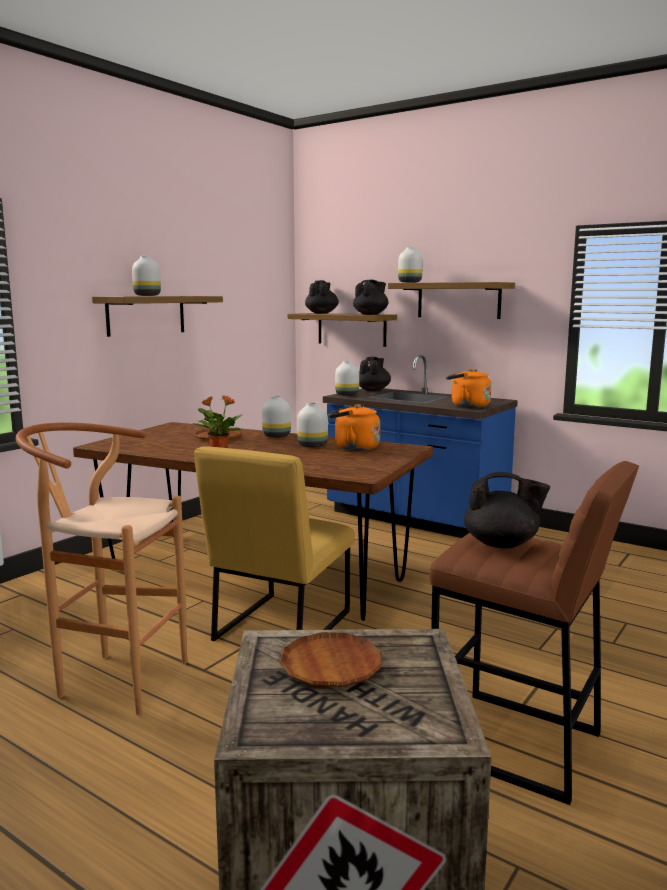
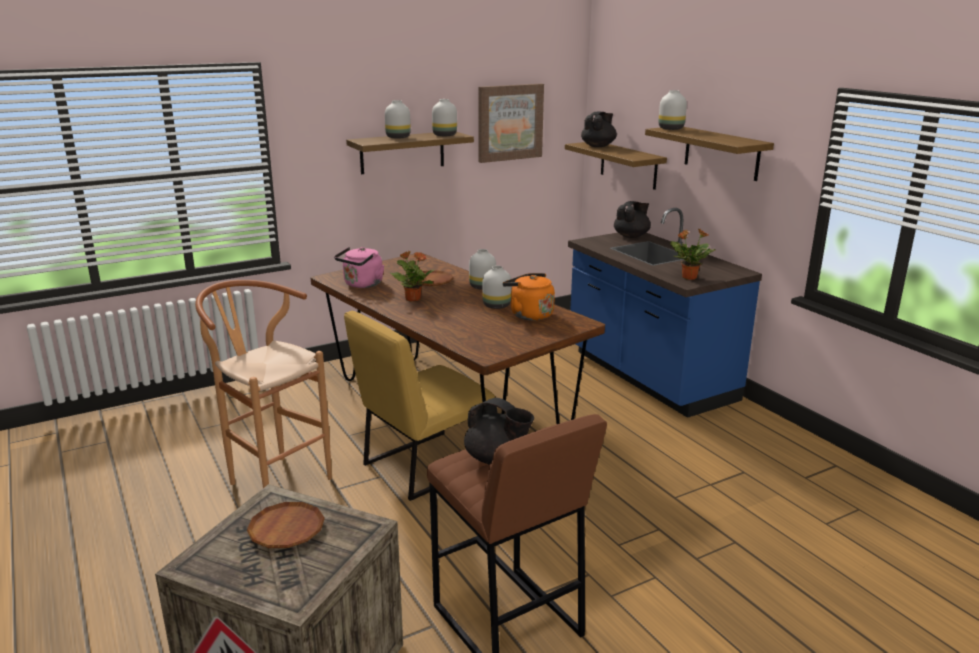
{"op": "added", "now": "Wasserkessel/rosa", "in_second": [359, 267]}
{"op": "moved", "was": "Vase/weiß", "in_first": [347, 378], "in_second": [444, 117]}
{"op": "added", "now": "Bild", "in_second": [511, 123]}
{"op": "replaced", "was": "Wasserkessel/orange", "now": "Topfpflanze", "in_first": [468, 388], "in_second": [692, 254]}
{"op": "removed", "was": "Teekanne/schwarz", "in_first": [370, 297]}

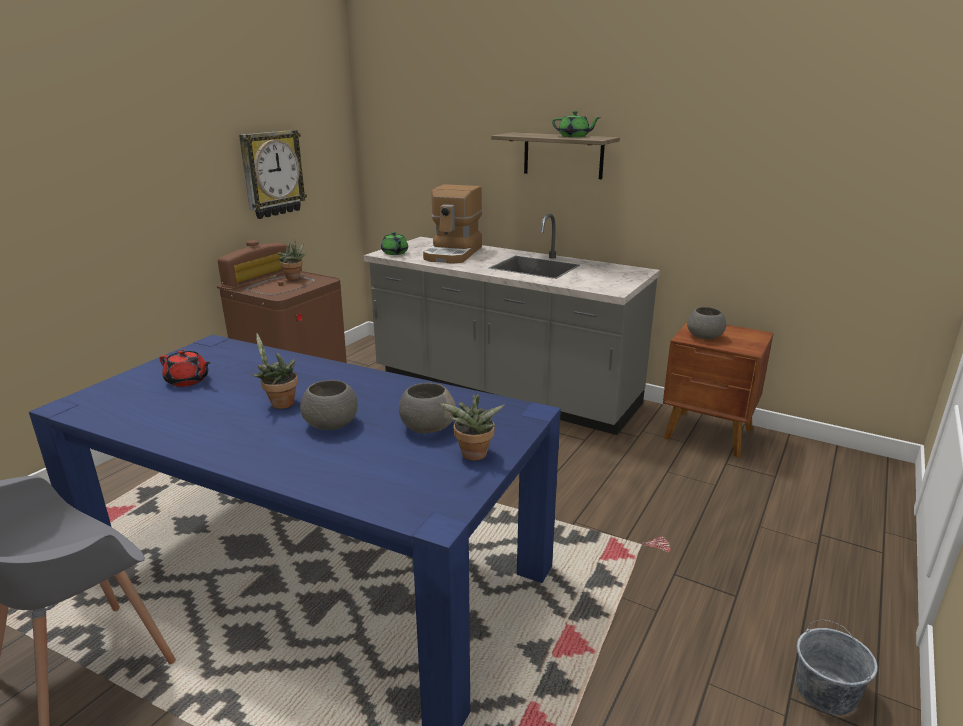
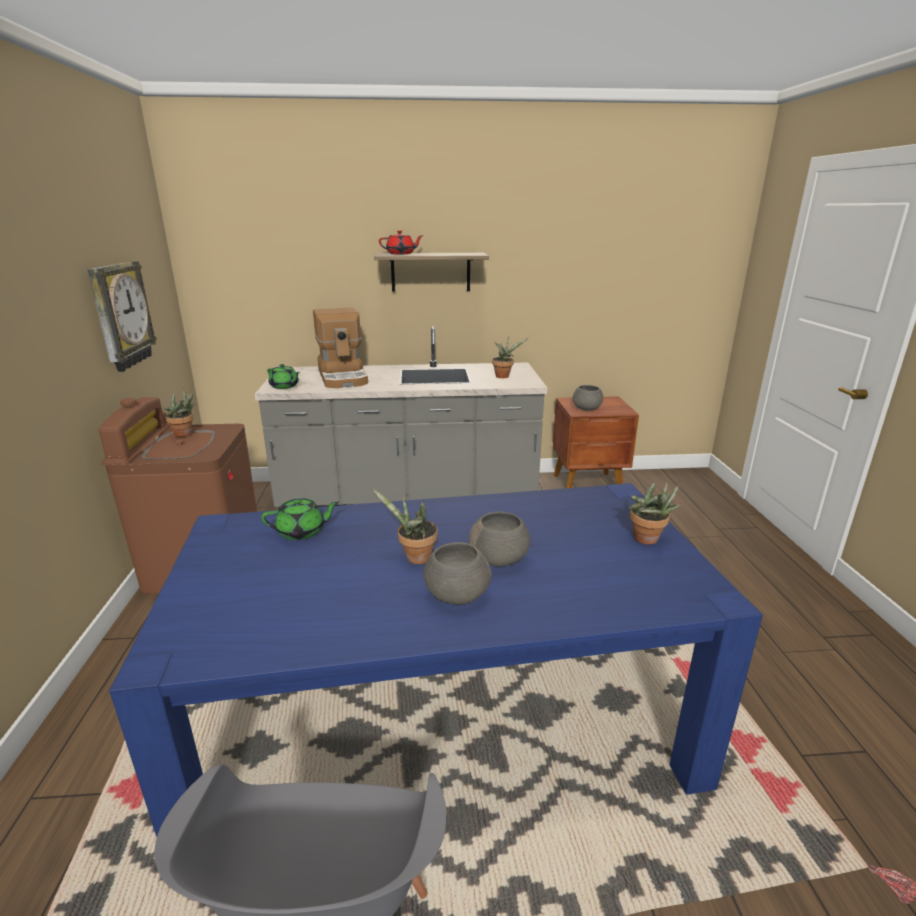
{"op": "moved", "was": "Teekanne/grün", "in_first": [576, 124], "in_second": [300, 519]}
{"op": "moved", "was": "Teekanne/rot", "in_first": [185, 368], "in_second": [401, 242]}
{"op": "moved", "was": "Schüssel/grau", "in_first": [427, 408], "in_second": [457, 573]}
{"op": "added", "now": "Topfpflanze", "in_second": [510, 357]}
{"op": "removed", "was": "Eimer/grau", "in_first": [837, 667]}

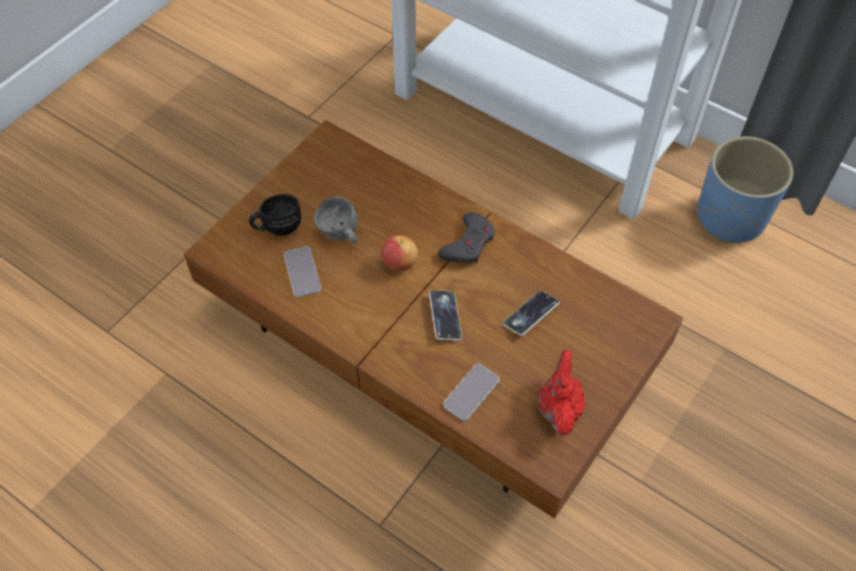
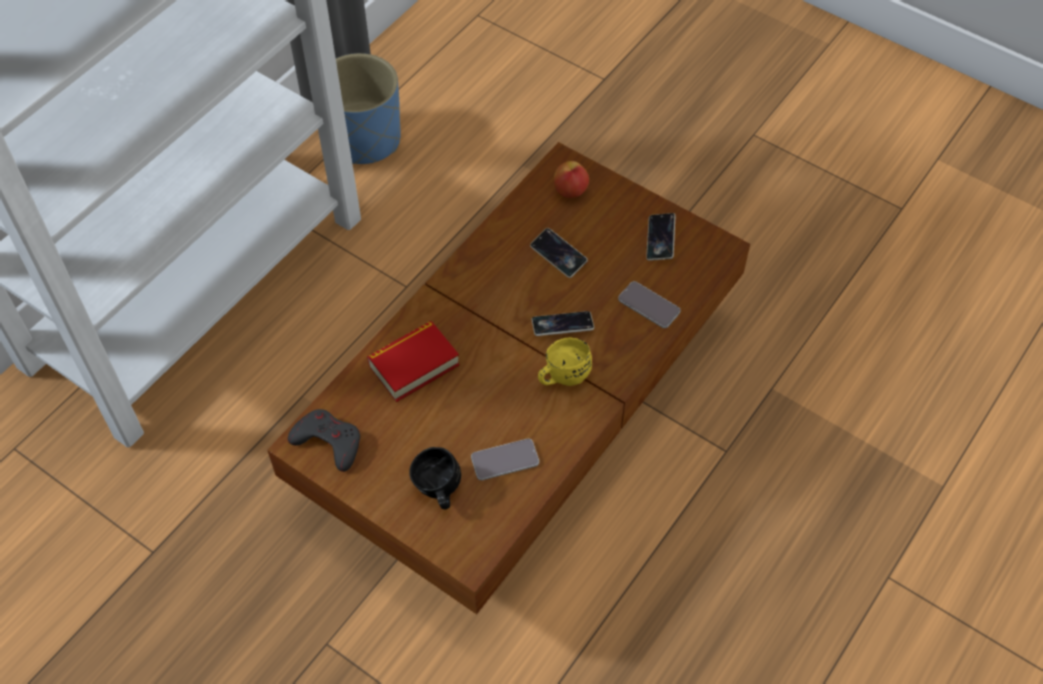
{"op": "moved", "was": "Gamepad/grau", "in_first": [466, 237], "in_second": [324, 440]}
{"op": "added", "now": "Buch", "in_second": [413, 361]}
{"op": "added", "now": "Henkelbecher/gelb", "in_second": [565, 361]}
{"op": "moved", "was": "Apfel", "in_first": [399, 253], "in_second": [571, 179]}
{"op": "replaced", "was": "Teekanne/rot", "now": "Handy", "in_first": [561, 392], "in_second": [660, 237]}
{"op": "removed", "was": "Henkelbecher/grau", "in_first": [336, 220]}

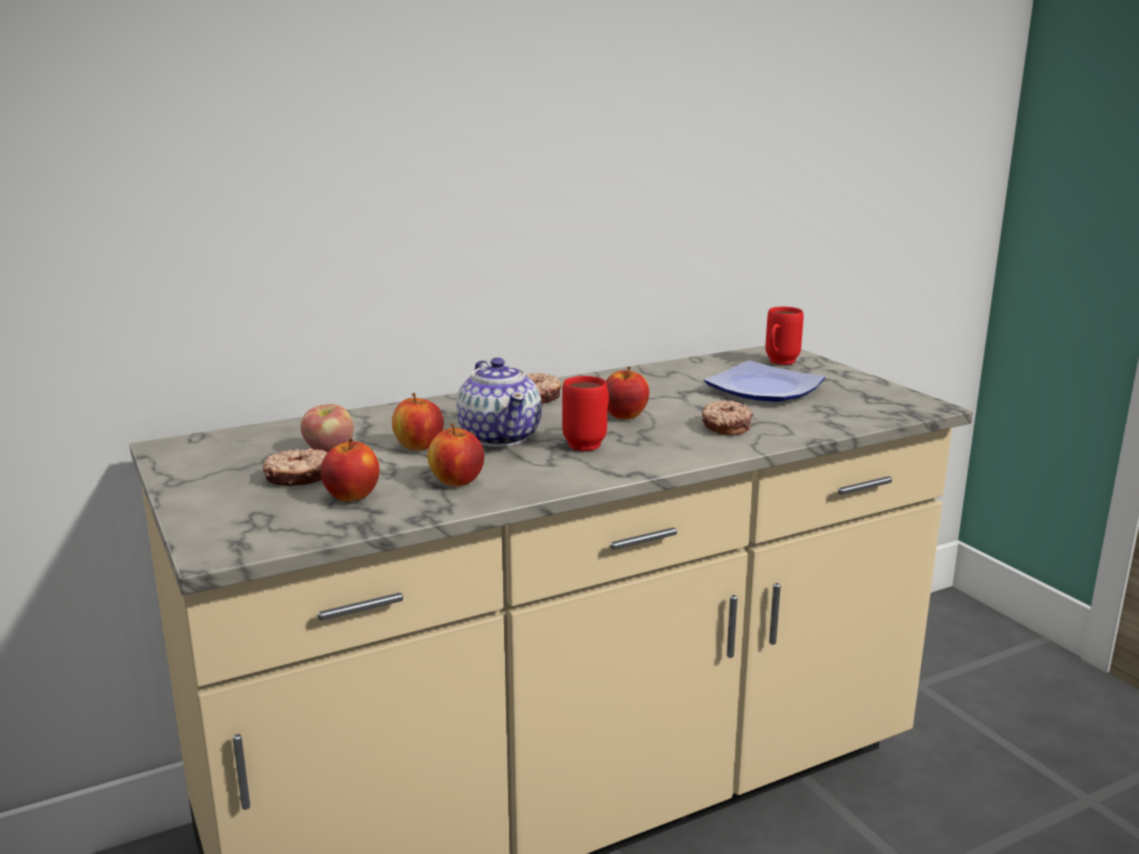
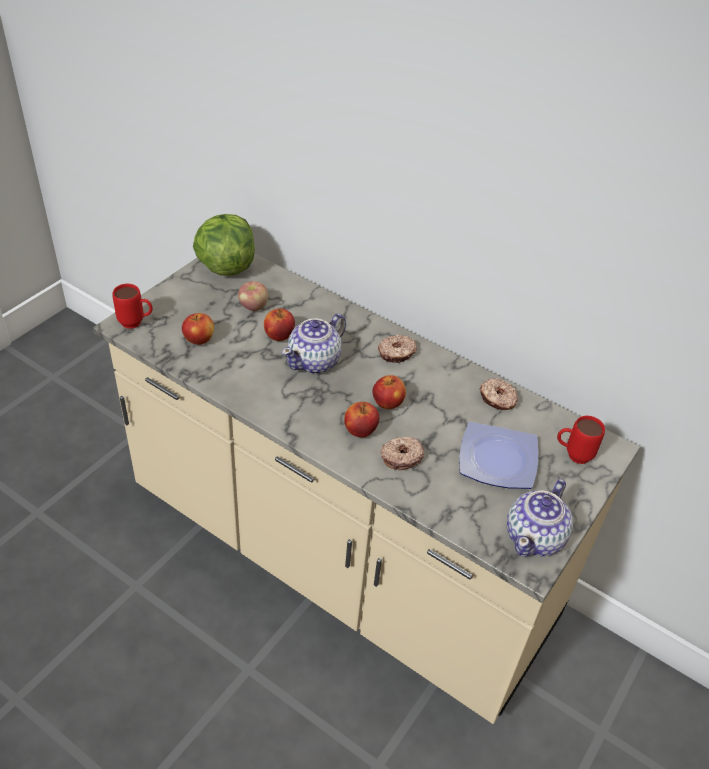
{"op": "moved", "was": "Henkelbecher/rot", "in_first": [585, 413], "in_second": [132, 306]}
{"op": "added", "now": "Salatkopf", "in_second": [224, 245]}
{"op": "moved", "was": "Apfel", "in_first": [456, 454], "in_second": [361, 419]}
{"op": "moved", "was": "Donut", "in_first": [295, 467], "in_second": [499, 394]}
{"op": "added", "now": "Teekanne", "in_second": [540, 518]}

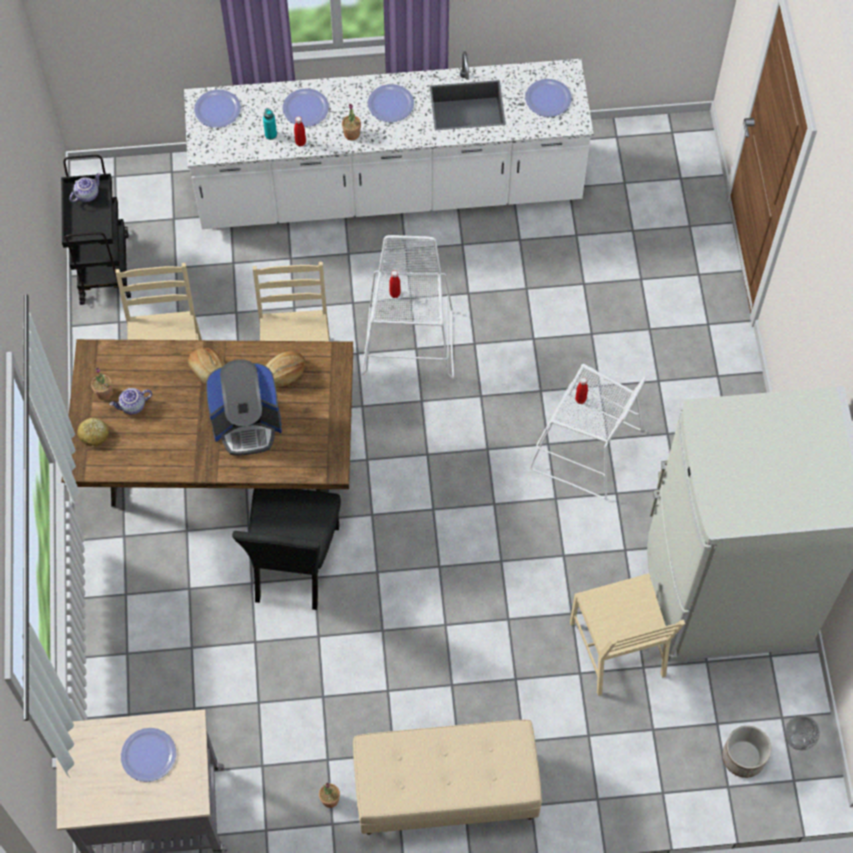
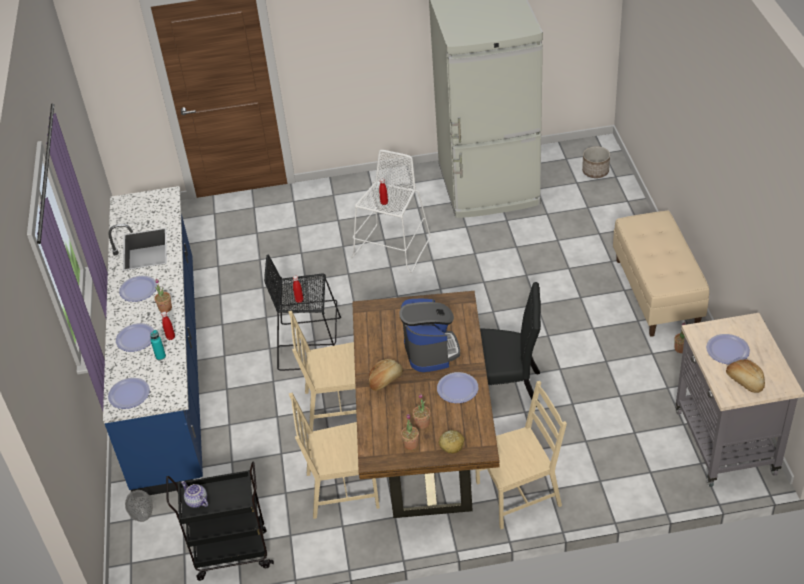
{"op": "recoloured", "was": "Küchenzeile/weiß", "now": "Küchenzeile/blau", "in_first": [388, 140], "in_second": [153, 340]}
{"op": "moved", "was": "Vase", "in_first": [802, 733], "in_second": [139, 506]}
{"op": "recoloured", "was": "Hocker/weiß", "now": "Hocker/schwarz", "in_first": [407, 307], "in_second": [302, 313]}
{"op": "replaced", "was": "Teekanne", "now": "Topfpflanze", "in_first": [130, 401], "in_second": [421, 411]}
{"op": "moved", "was": "Teller", "in_first": [548, 98], "in_second": [457, 387]}
{"op": "moved", "was": "Stuhl/beige", "in_first": [627, 634], "in_second": [521, 455]}
{"op": "moved", "was": "Brot", "in_first": [285, 369], "in_second": [745, 376]}

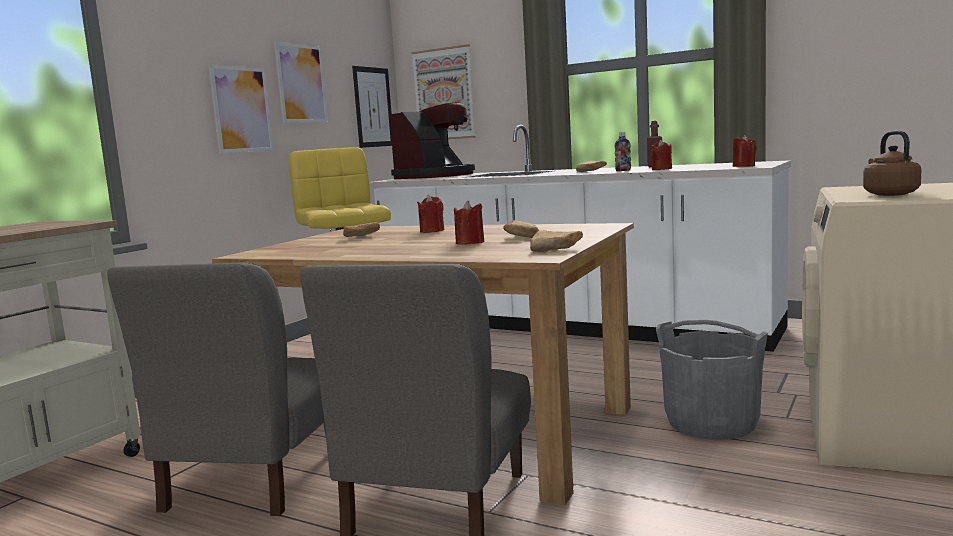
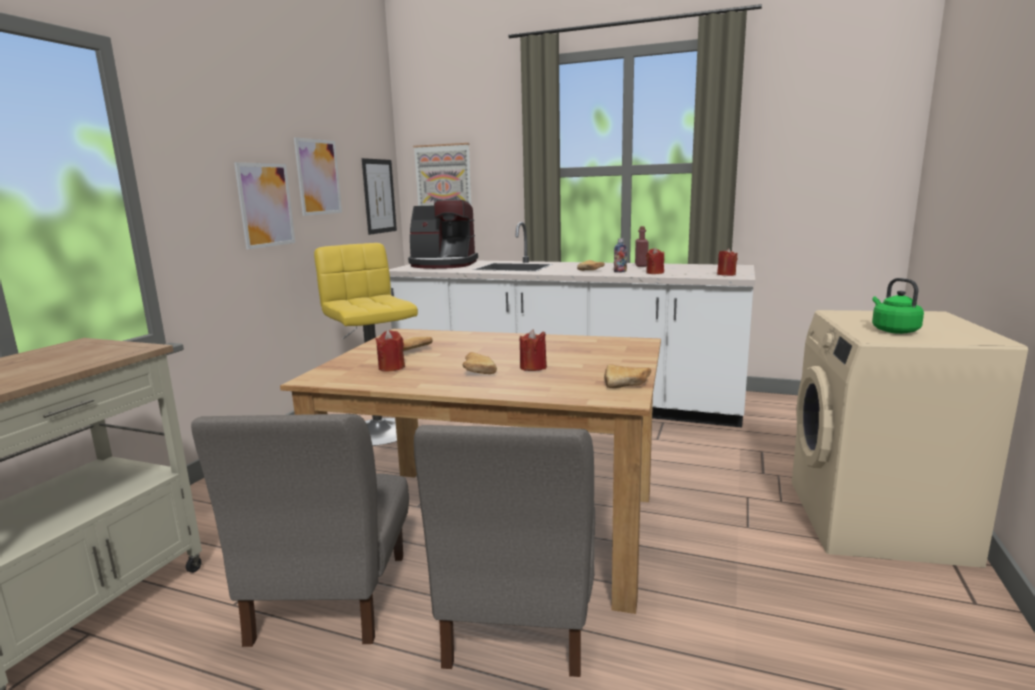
{"op": "moved", "was": "Kerze/rot", "in_first": [431, 214], "in_second": [390, 350]}
{"op": "turned", "was": "Kaffeemaschine", "in_first": [432, 140], "in_second": [443, 234], "clockwise": 75}
{"op": "moved", "was": "Brot", "in_first": [521, 229], "in_second": [479, 363]}
{"op": "recoloured", "was": "Wasserkessel/braun", "now": "Wasserkessel/grün", "in_first": [892, 163], "in_second": [898, 306]}
{"op": "removed", "was": "Eimer/grau", "in_first": [712, 380]}

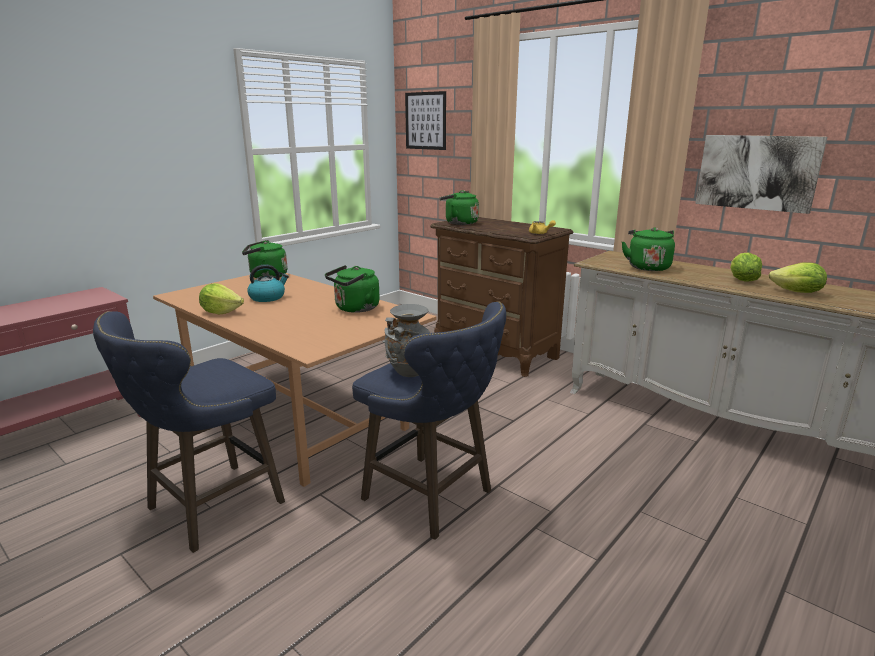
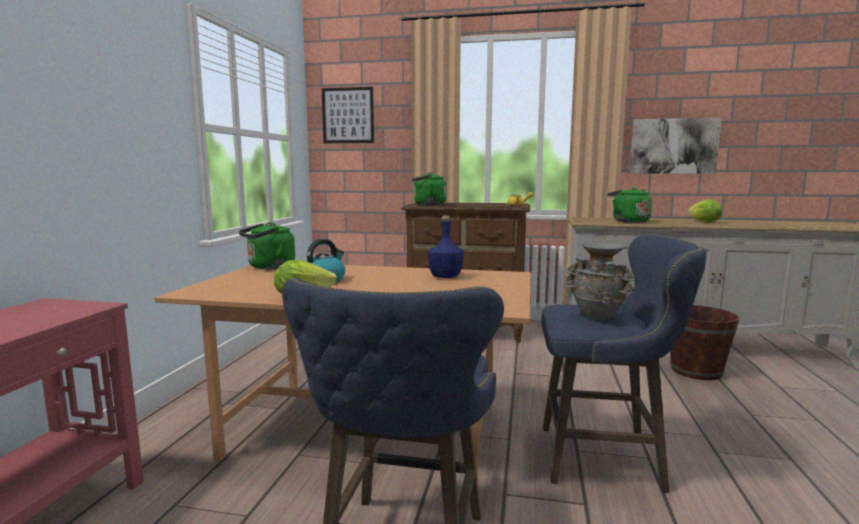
{"op": "replaced", "was": "Wasserkessel/grün", "now": "Flasche/blau", "in_first": [352, 289], "in_second": [446, 246]}
{"op": "added", "now": "Eimer/braun", "in_second": [704, 342]}
{"op": "removed", "was": "Salatkopf", "in_first": [798, 277]}

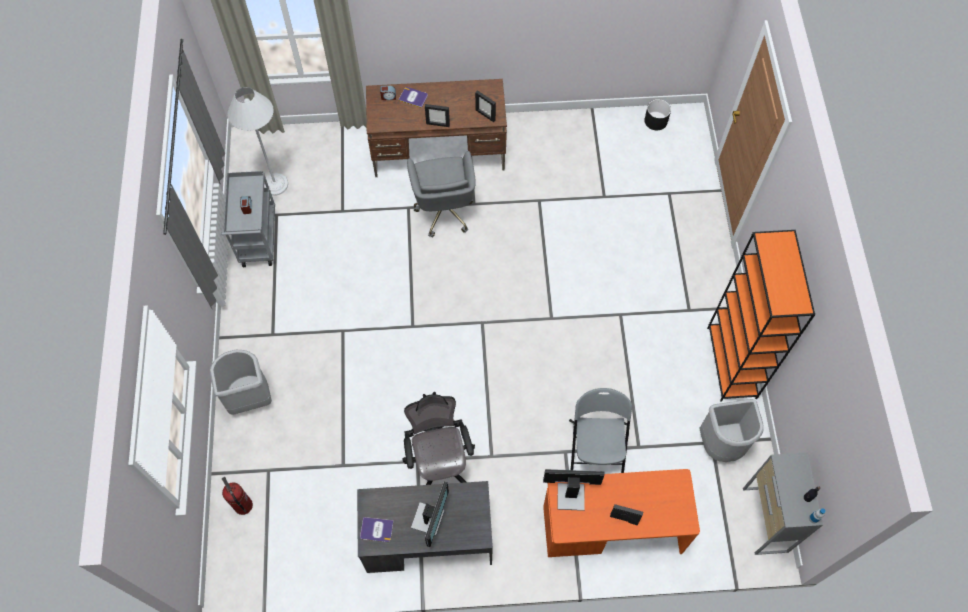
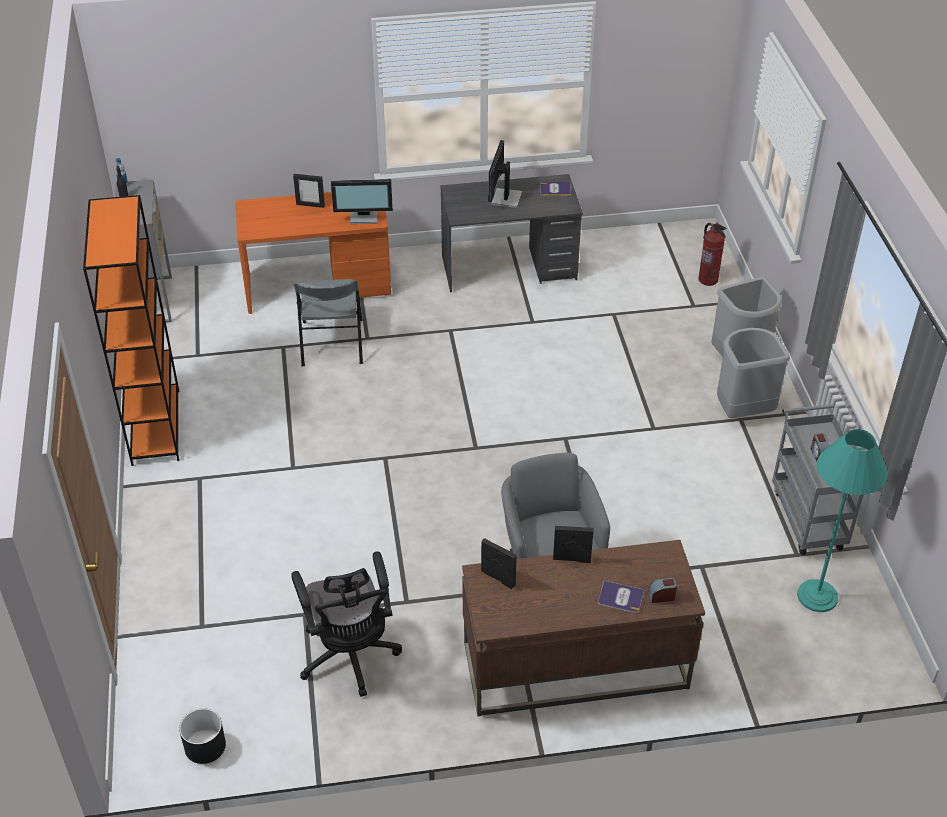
{"op": "moved", "was": "Bürostuhl", "in_first": [439, 438], "in_second": [347, 624]}
{"op": "moved", "was": "Mülleimer/grau", "in_first": [731, 430], "in_second": [753, 373]}
{"op": "recoloured", "was": "Stehlampe/weiß", "now": "Stehlampe/türkis", "in_first": [258, 141], "in_second": [842, 520]}

